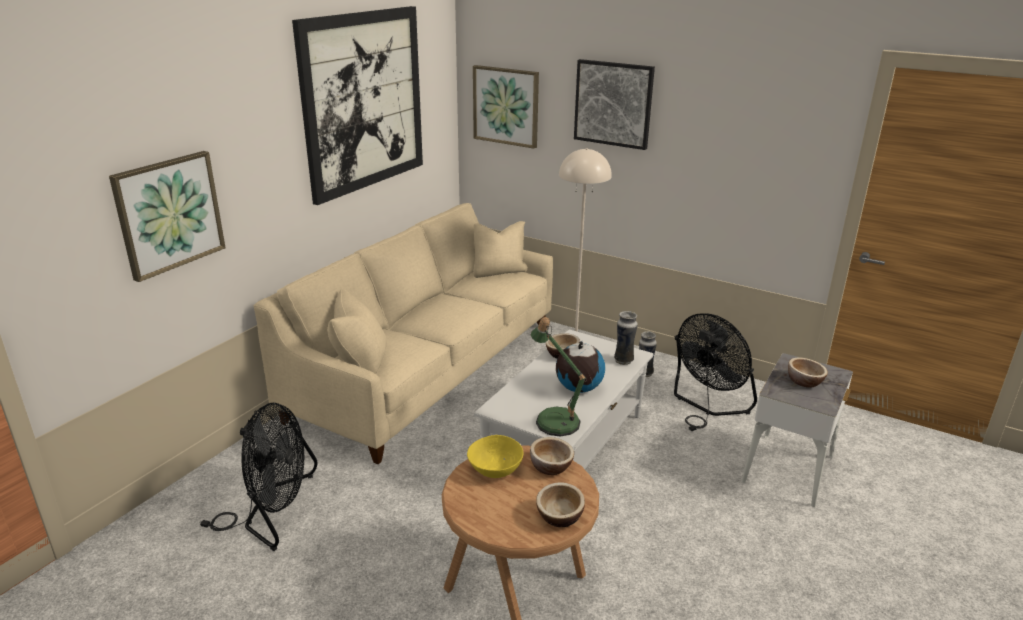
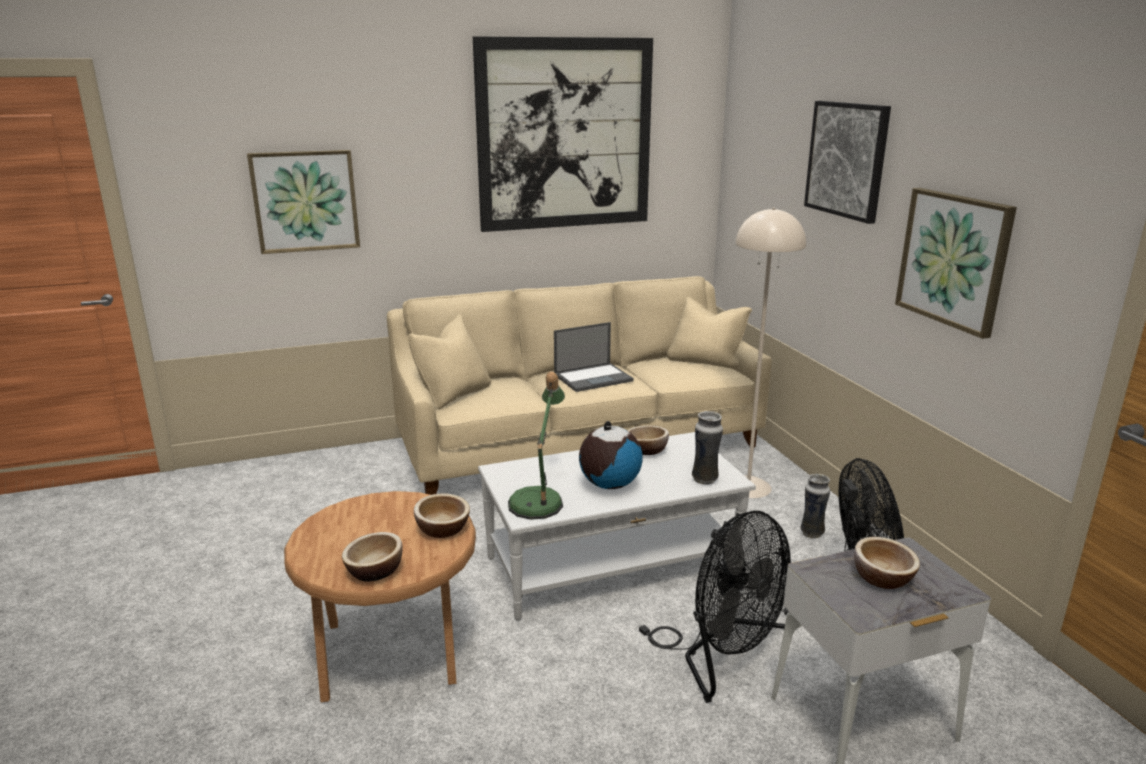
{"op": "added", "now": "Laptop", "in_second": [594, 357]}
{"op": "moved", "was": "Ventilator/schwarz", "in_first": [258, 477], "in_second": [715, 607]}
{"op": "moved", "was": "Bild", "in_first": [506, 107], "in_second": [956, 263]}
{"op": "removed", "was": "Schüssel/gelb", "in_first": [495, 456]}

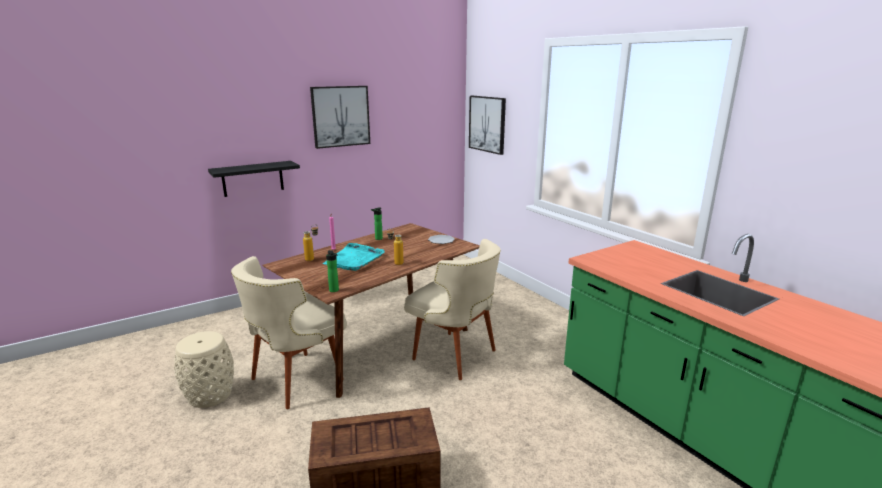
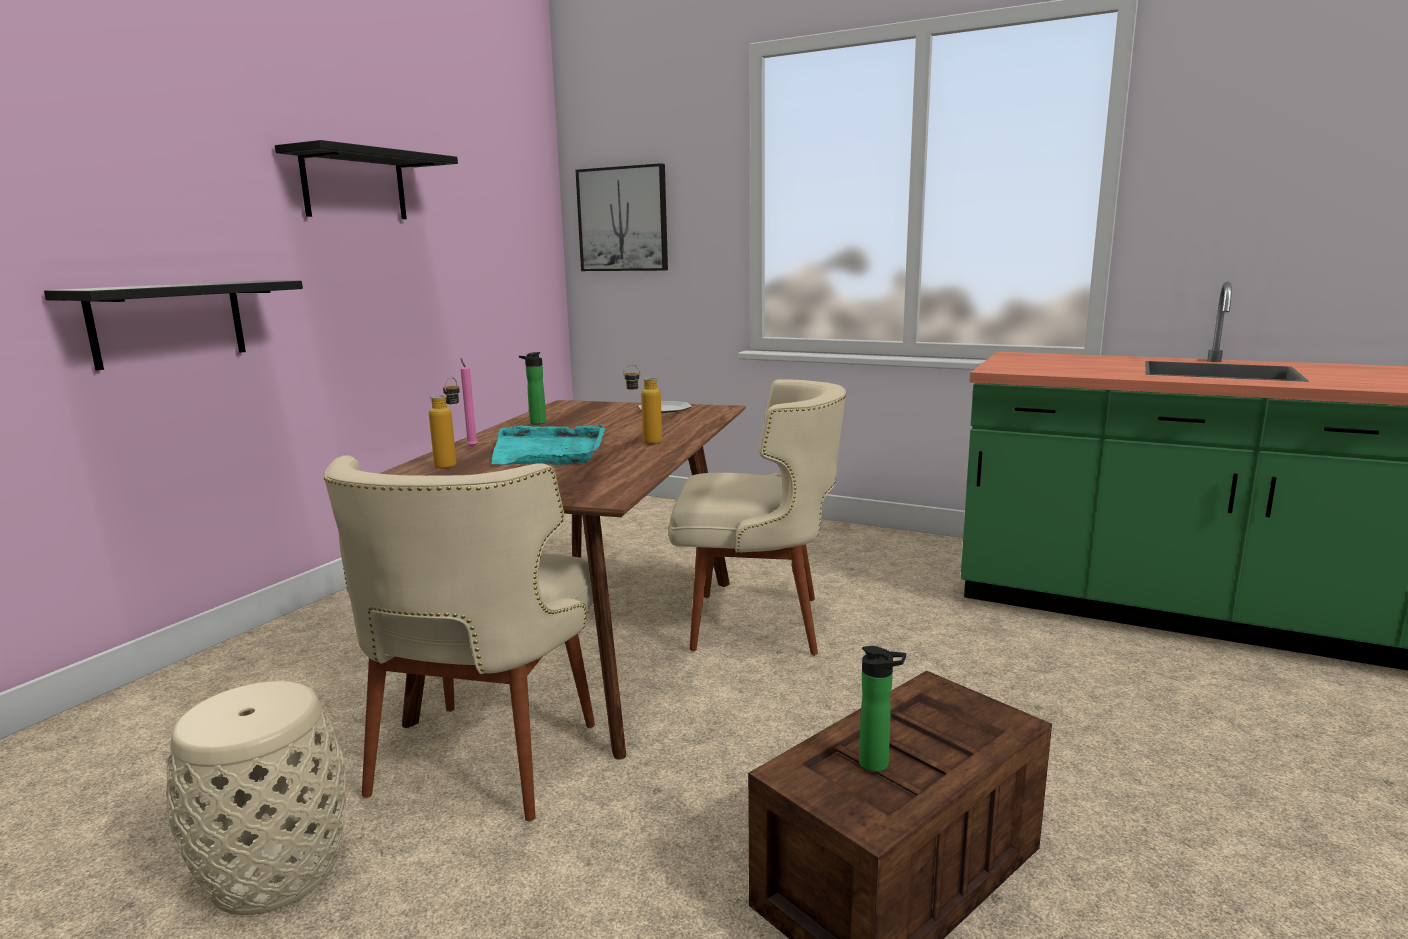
{"op": "replaced", "was": "Bild", "now": "Wandregal/schwarz", "in_first": [340, 117], "in_second": [366, 179]}
{"op": "moved", "was": "Flasche", "in_first": [332, 271], "in_second": [882, 709]}

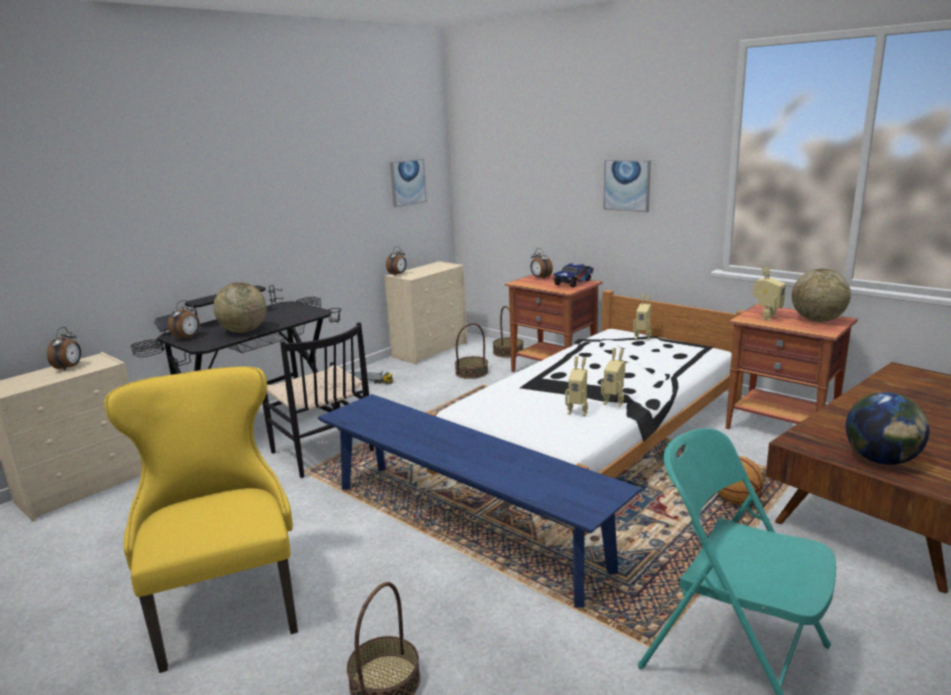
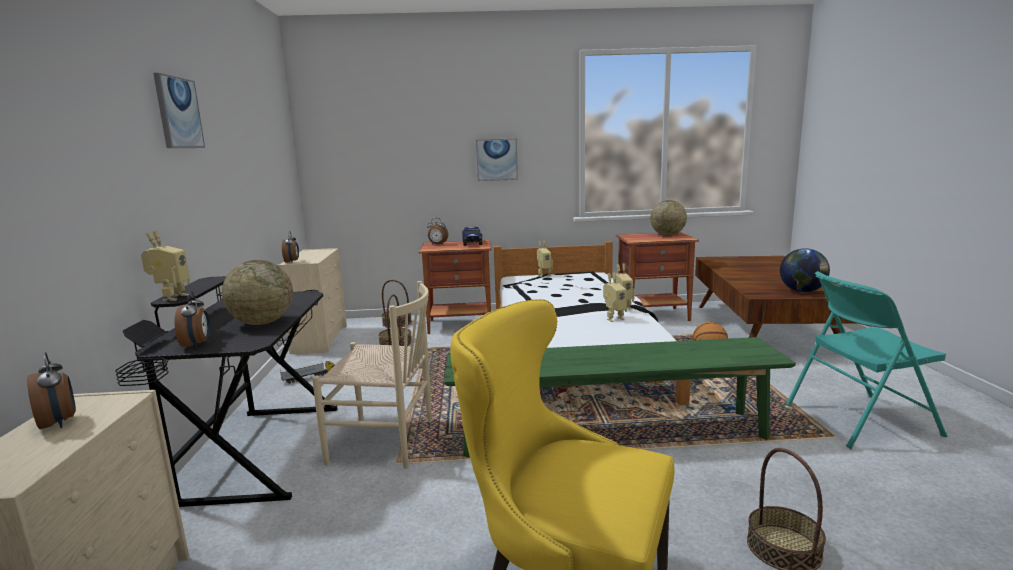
{"op": "moved", "was": "Spielzeugroboter", "in_first": [769, 293], "in_second": [165, 266]}
{"op": "moved", "was": "Bild", "in_first": [408, 182], "in_second": [179, 110]}
{"op": "recoloured", "was": "Stuhl/schwarz", "now": "Stuhl/beige", "in_first": [318, 400], "in_second": [372, 375]}
{"op": "recoloured", "was": "Bank/blau", "now": "Bank/grün", "in_first": [479, 501], "in_second": [620, 397]}

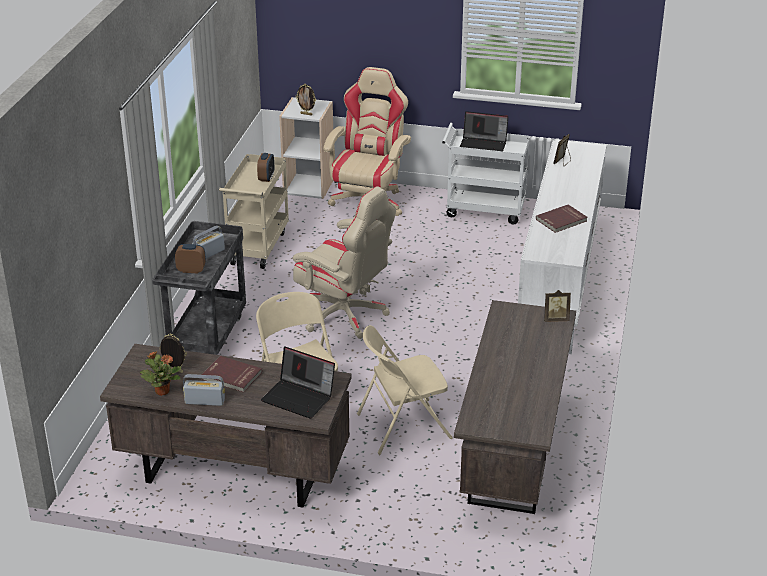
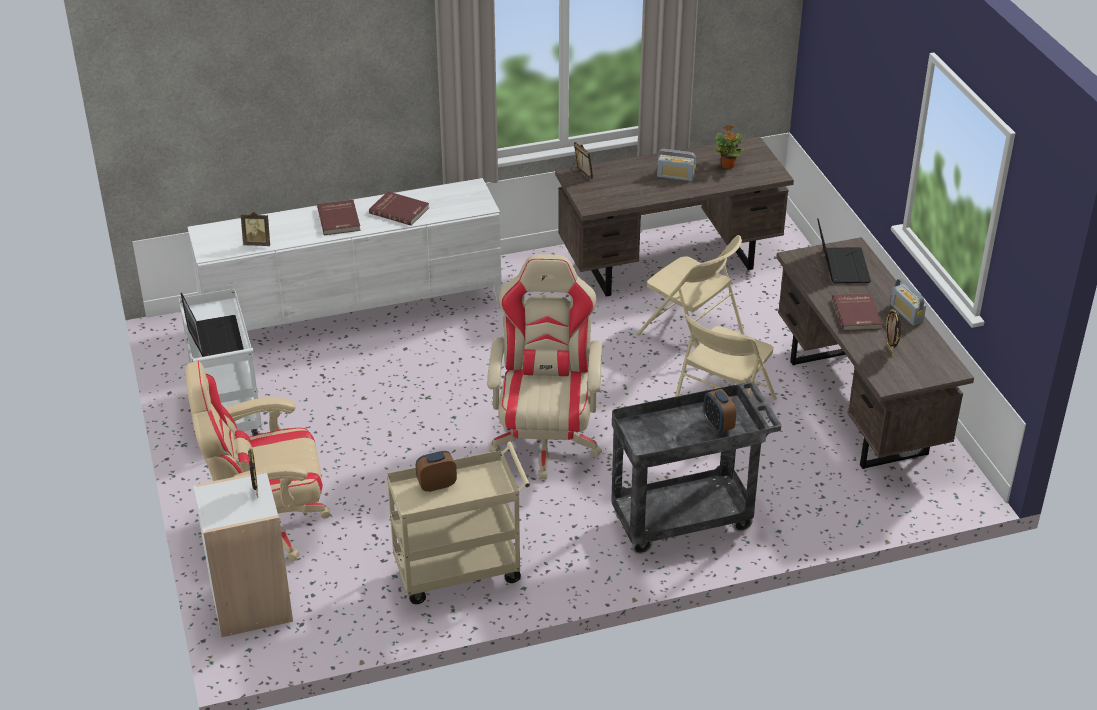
{"op": "added", "now": "Buch/rot", "in_second": [339, 217]}
{"op": "moved", "was": "Radio", "in_first": [208, 242], "in_second": [676, 165]}
{"op": "moved", "was": "Topfpflanze", "in_first": [160, 373], "in_second": [730, 147]}

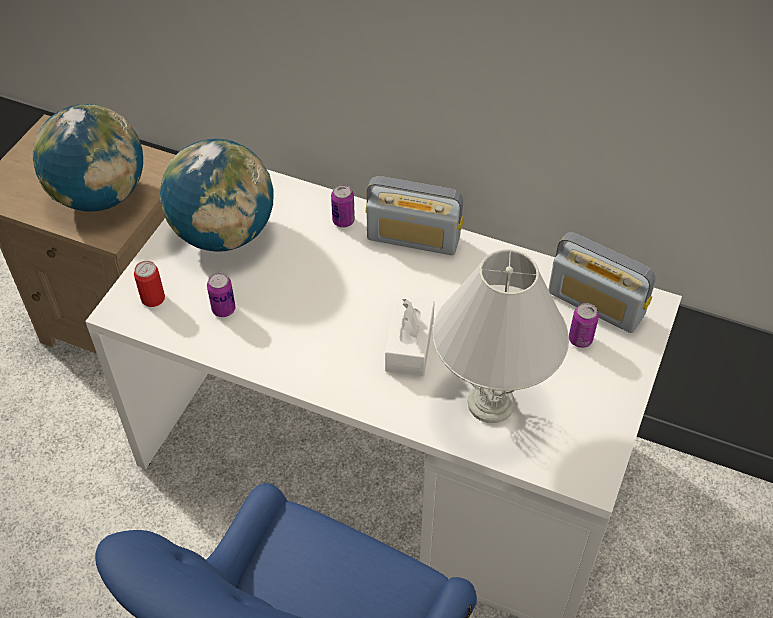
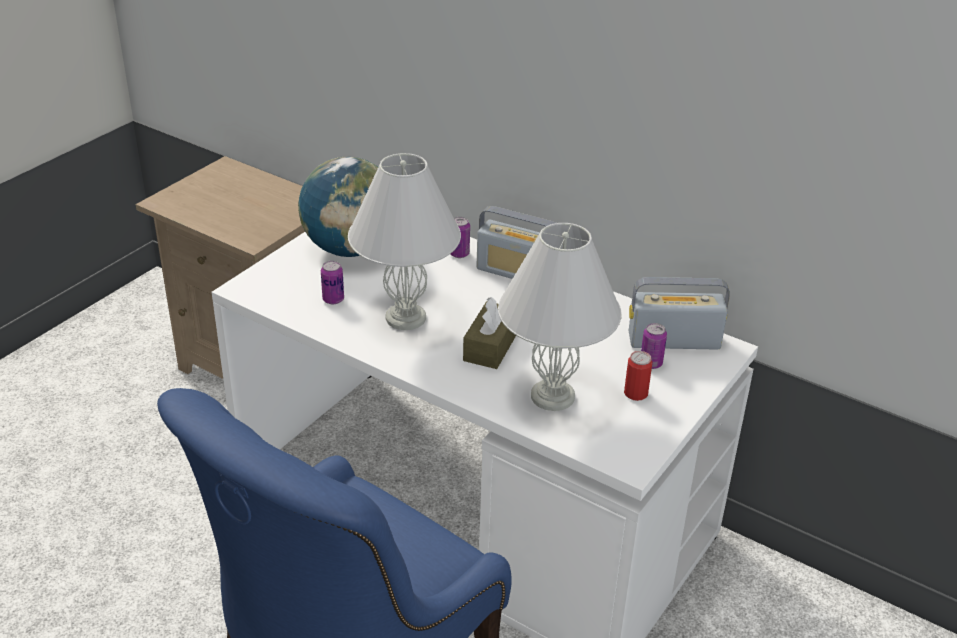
{"op": "added", "now": "Tischlampe/weiß", "in_second": [404, 241]}
{"op": "recoloured", "was": "Taschentuchbox/weiß", "now": "Taschentuchbox/braun", "in_first": [410, 336], "in_second": [489, 333]}
{"op": "moved", "was": "Dose", "in_first": [149, 284], "in_second": [638, 376]}
{"op": "turned", "was": "Radio", "in_first": [602, 283], "in_second": [679, 313], "clockwise": 135}
{"op": "removed", "was": "Globus", "in_first": [87, 158]}

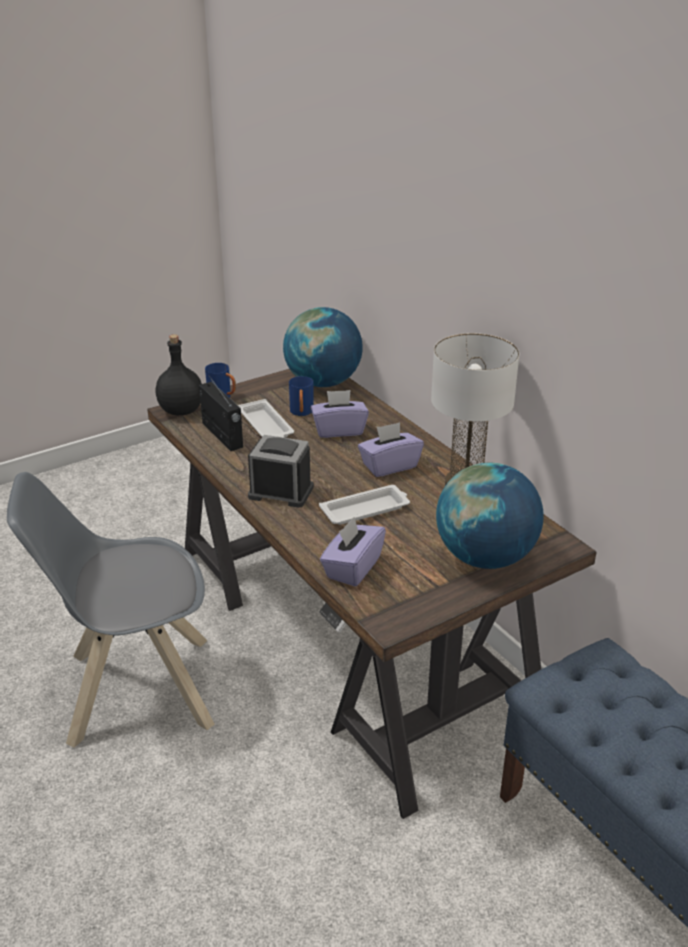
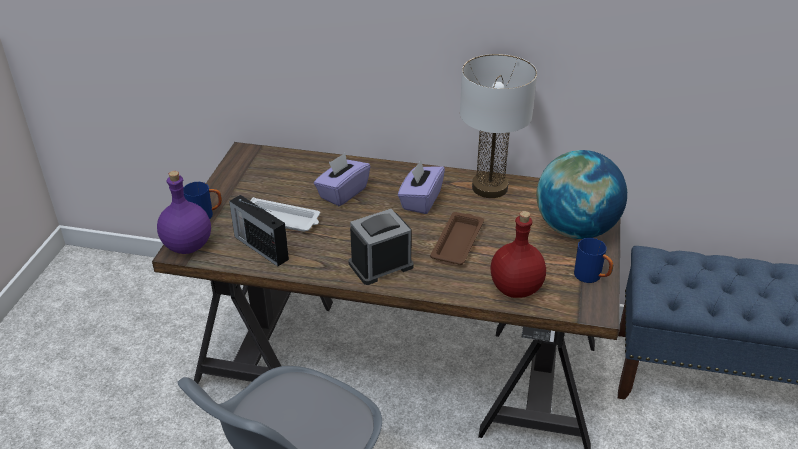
{"op": "recoloured", "was": "Flasche/schwarz", "now": "Flasche/lila", "in_first": [178, 374], "in_second": [184, 212]}
{"op": "turned", "was": "Radio", "in_first": [221, 413], "in_second": [259, 230], "clockwise": -150}
{"op": "recoloured", "was": "Tablett/weiß", "now": "Tablett/braun", "in_first": [364, 505], "in_second": [457, 238]}
{"op": "replaced", "was": "Taschentuchbox/lila", "now": "Flasche/rot", "in_first": [353, 551], "in_second": [518, 254]}
{"op": "moved", "was": "Henkelbecher/blau", "in_first": [301, 396], "in_second": [593, 260]}
{"op": "removed", "was": "Globus", "in_first": [323, 347]}

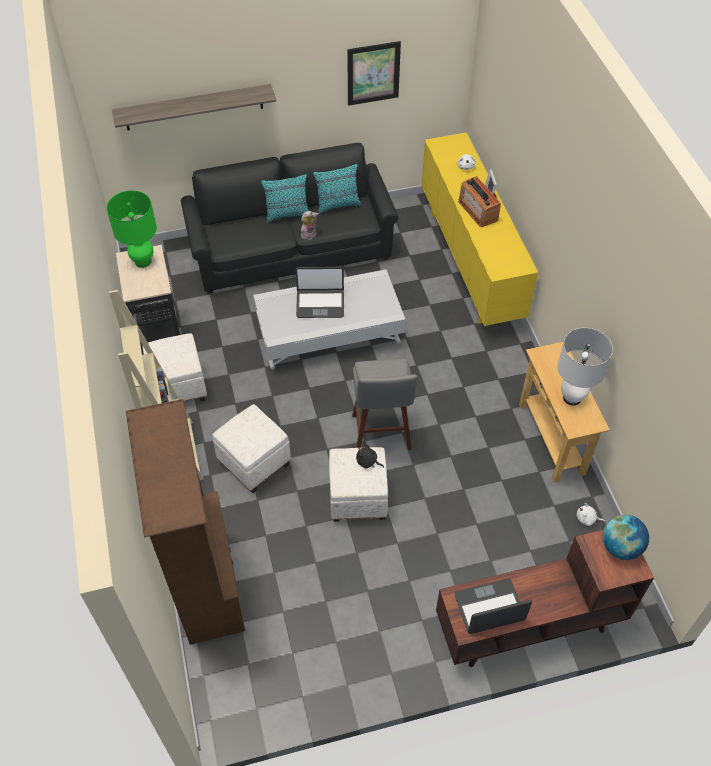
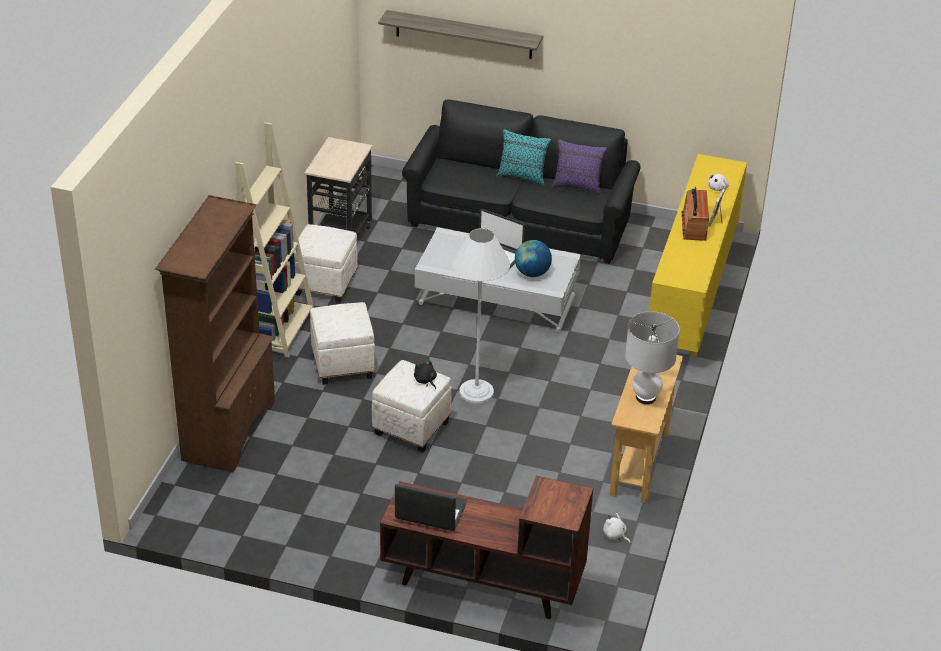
{"op": "replaced", "was": "Hocker/grau", "now": "Stehlampe/weiß", "in_first": [385, 404], "in_second": [481, 316]}
{"op": "moved", "was": "Globus", "in_first": [626, 537], "in_second": [533, 258]}
{"op": "recoloured", "was": "Kissen/türkis", "now": "Kissen/lila", "in_first": [337, 189], "in_second": [579, 167]}
{"op": "removed", "was": "Tischlampe/grün", "in_first": [132, 229]}
{"op": "removed", "was": "Plüschtier", "in_first": [310, 225]}
{"op": "removed", "was": "Bild", "in_first": [374, 73]}

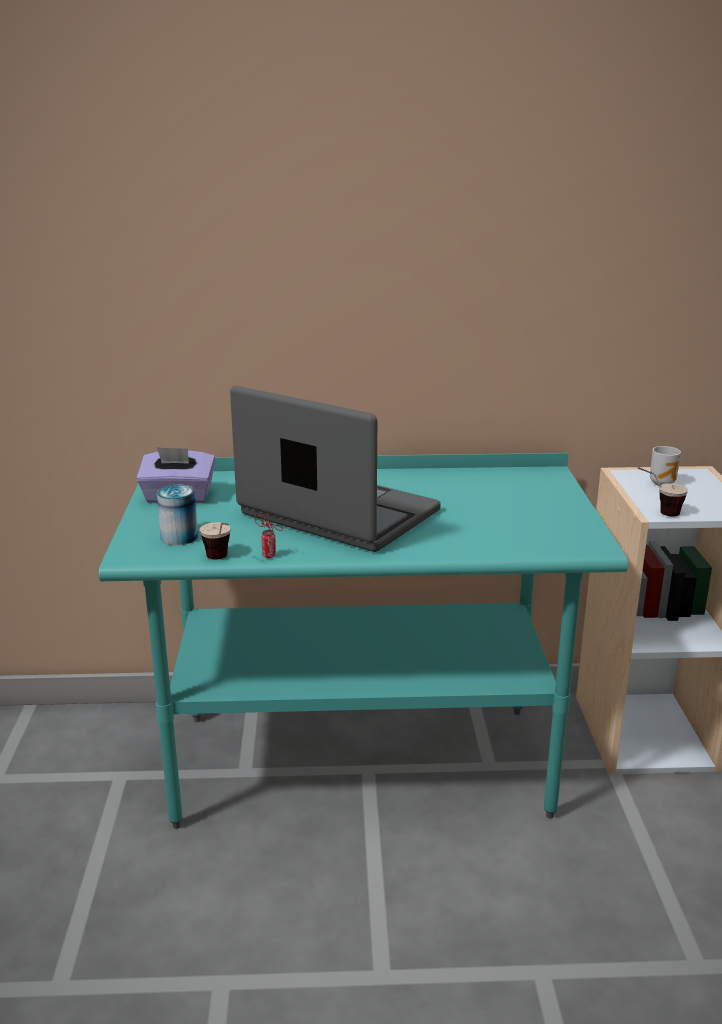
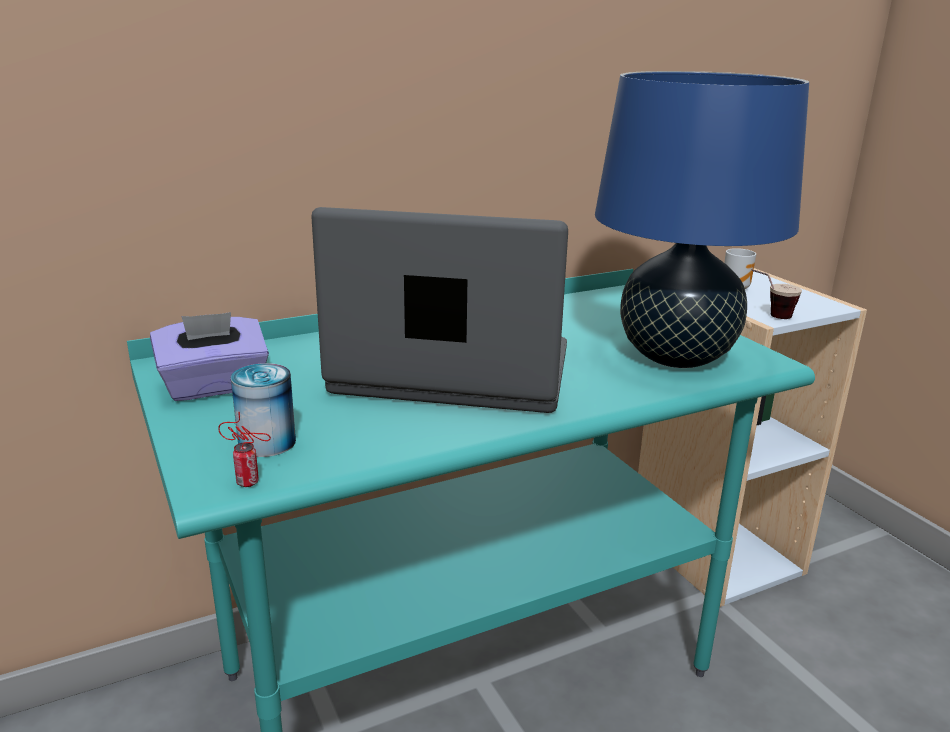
{"op": "moved", "was": "Dose", "in_first": [268, 536], "in_second": [244, 449]}
{"op": "added", "now": "Tischlampe/blau", "in_second": [702, 219]}
{"op": "removed", "was": "Tasse", "in_first": [215, 541]}

